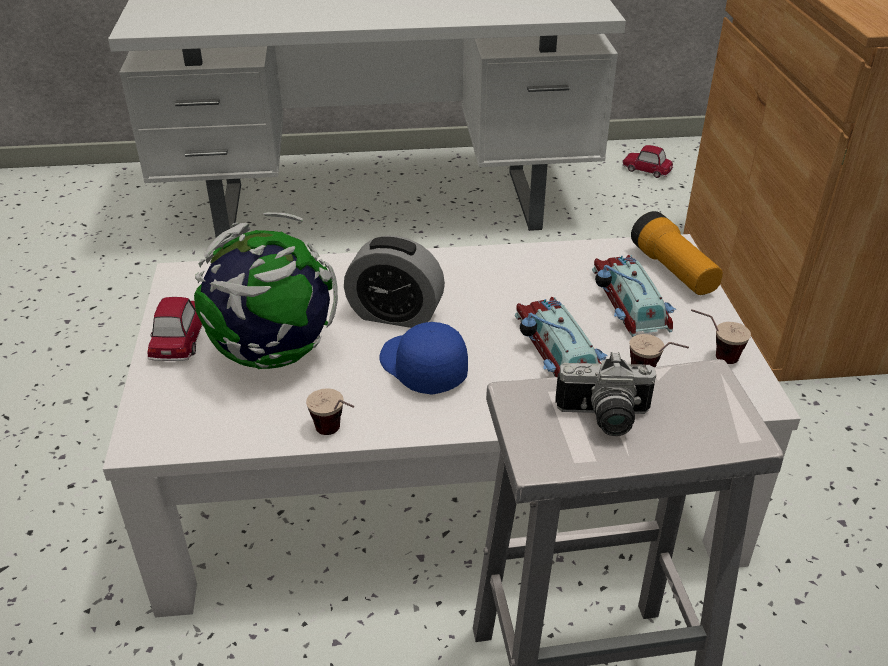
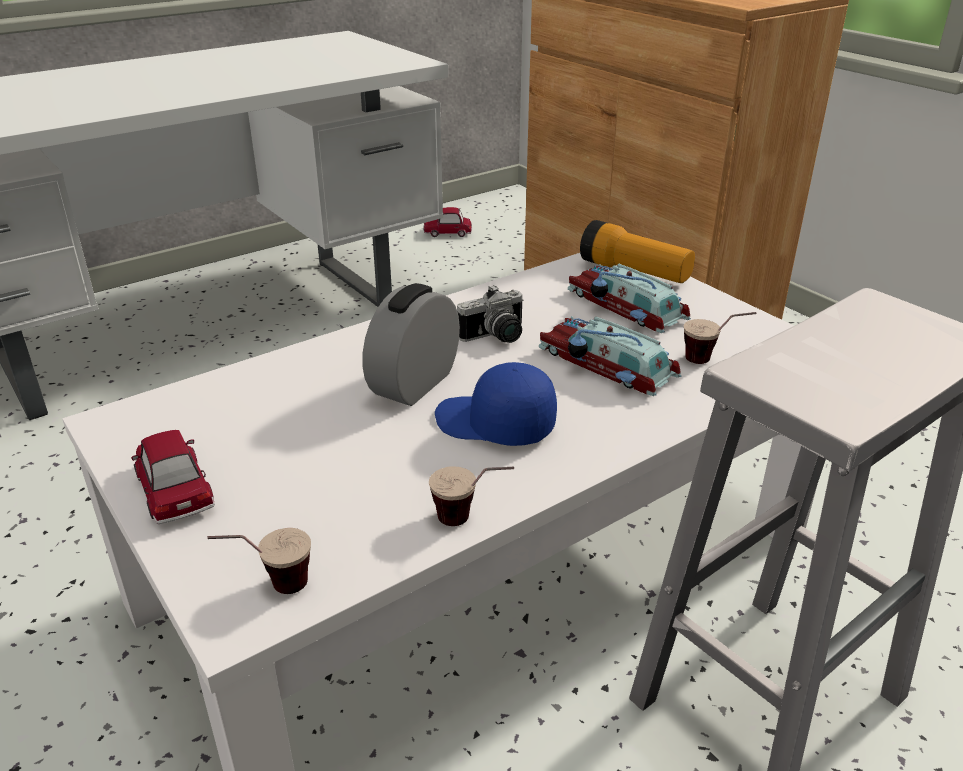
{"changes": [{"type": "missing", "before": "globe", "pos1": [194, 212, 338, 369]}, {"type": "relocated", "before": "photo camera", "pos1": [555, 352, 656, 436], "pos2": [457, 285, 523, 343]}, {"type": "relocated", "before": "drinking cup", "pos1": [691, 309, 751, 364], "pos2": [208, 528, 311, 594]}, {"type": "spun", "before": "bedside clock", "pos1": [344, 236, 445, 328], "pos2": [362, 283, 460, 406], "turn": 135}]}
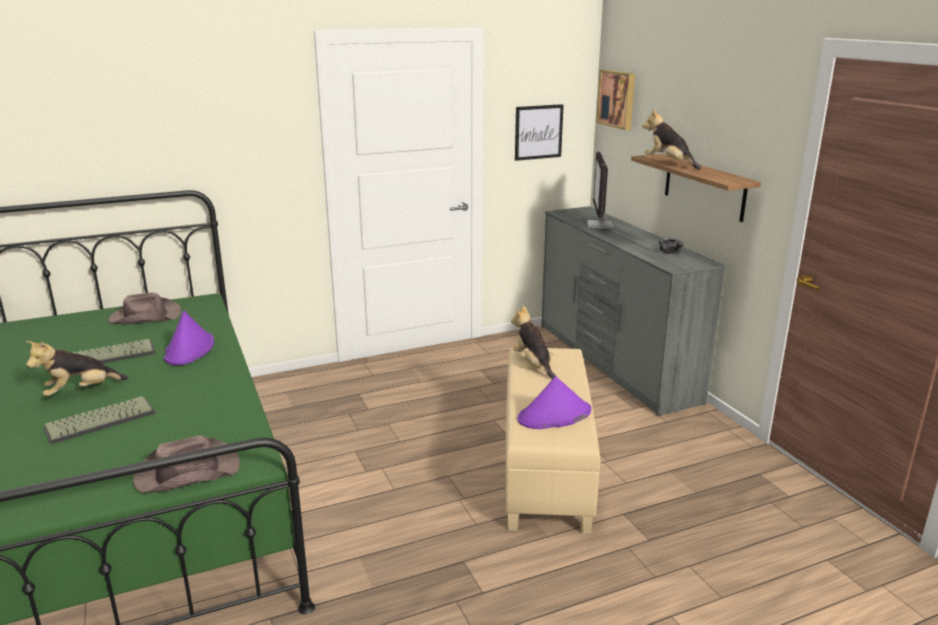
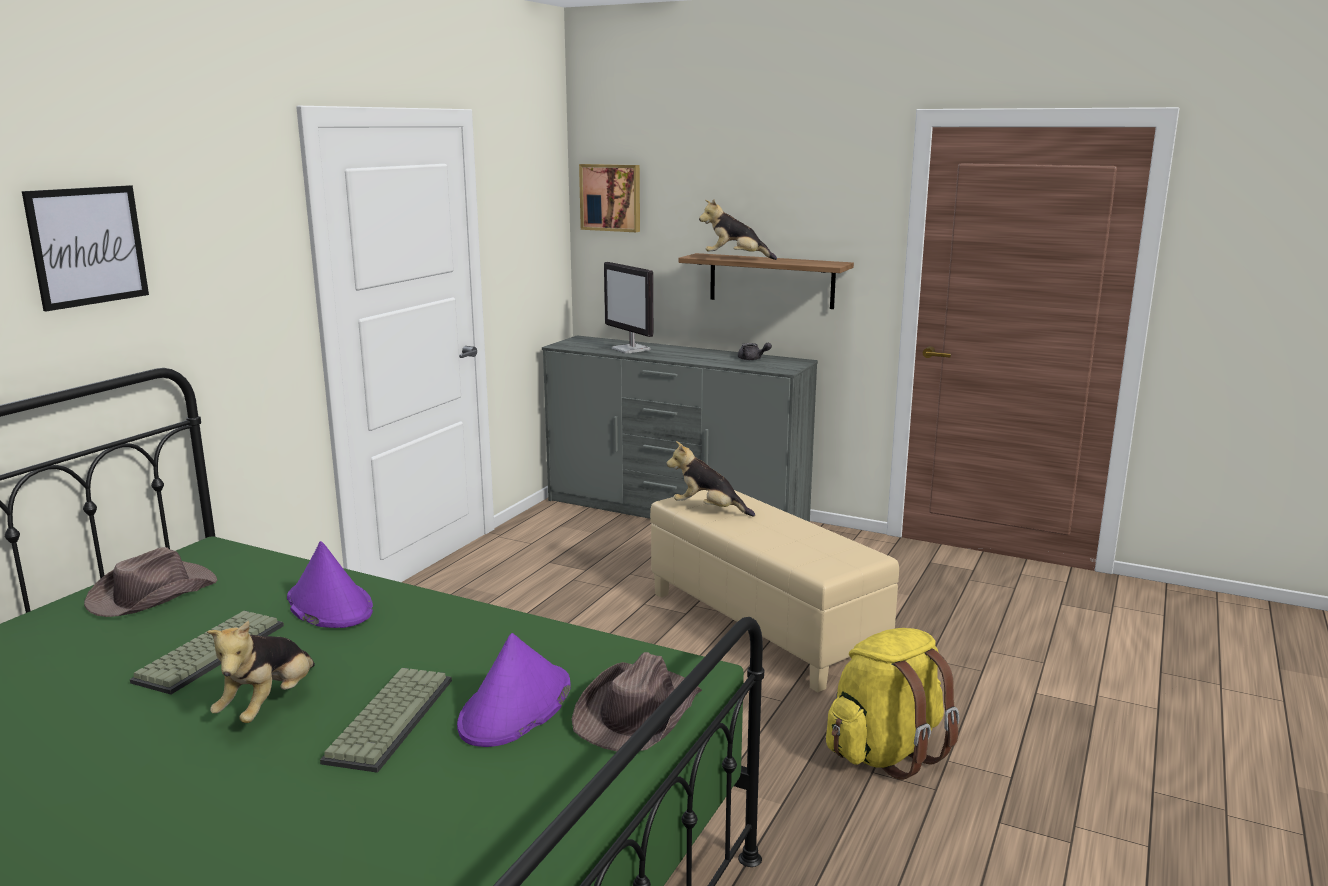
{"changes": [{"type": "appeared", "after": "yellow knapsack", "pos2": [826, 628, 959, 780]}, {"type": "relocated", "before": "wall art", "pos1": [515, 104, 564, 161], "pos2": [22, 185, 149, 311]}, {"type": "relocated", "before": "purple-coloured wearable hat", "pos1": [518, 376, 591, 429], "pos2": [457, 633, 570, 747]}]}
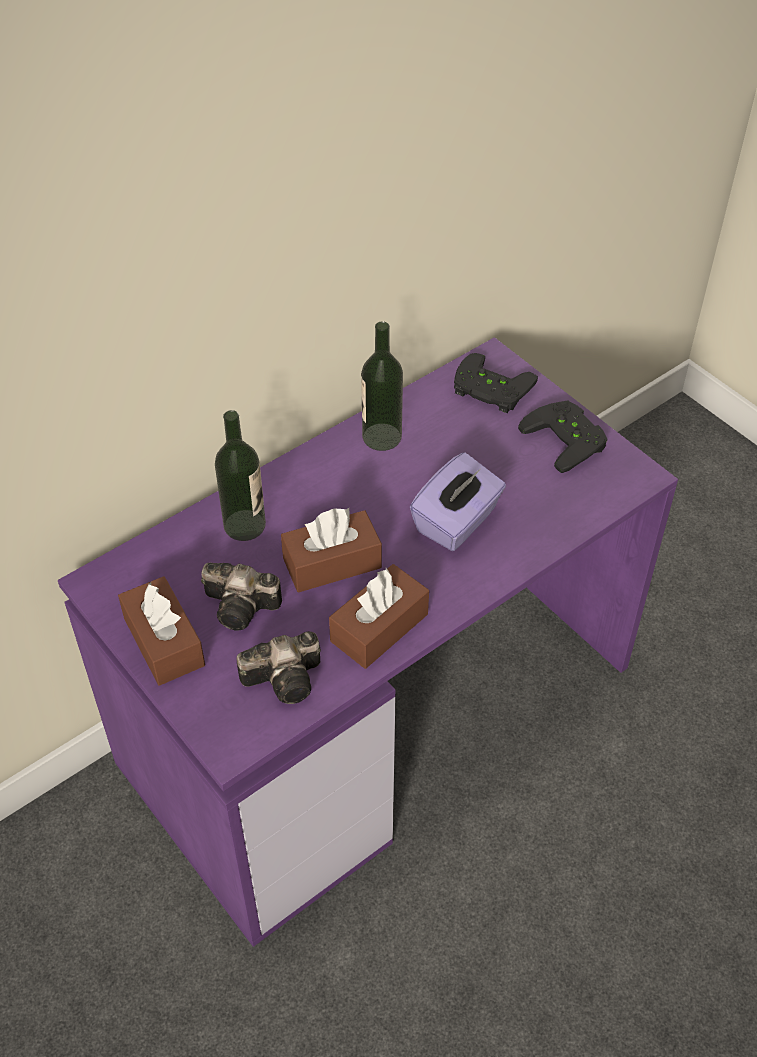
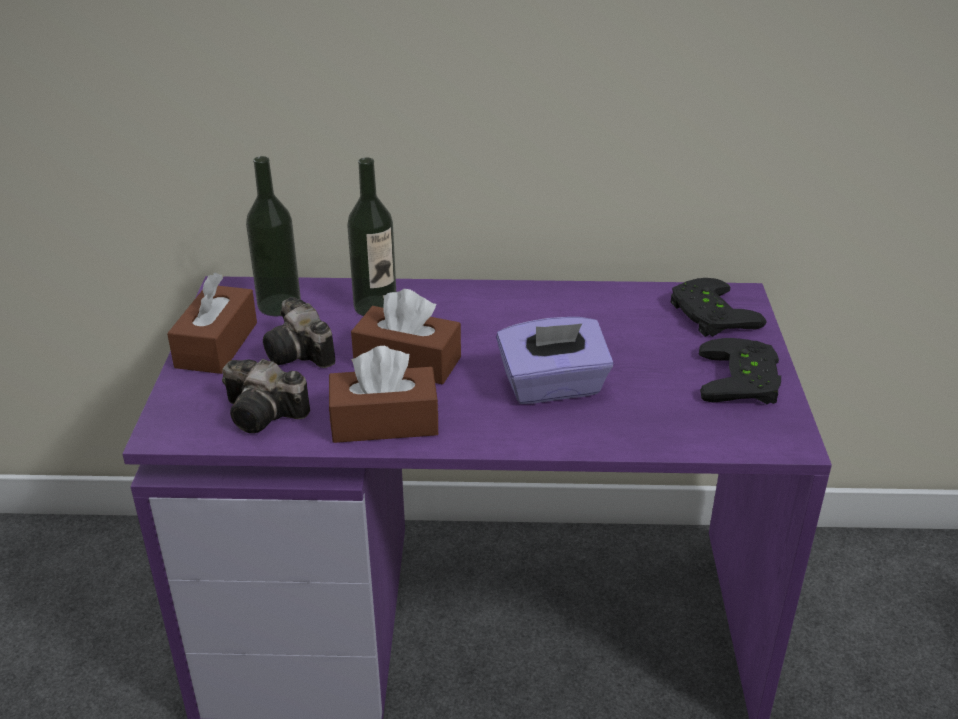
{"changes": [{"type": "relocated", "before": "beverage bottle", "pos1": [361, 321, 403, 451], "pos2": [246, 156, 301, 316]}]}
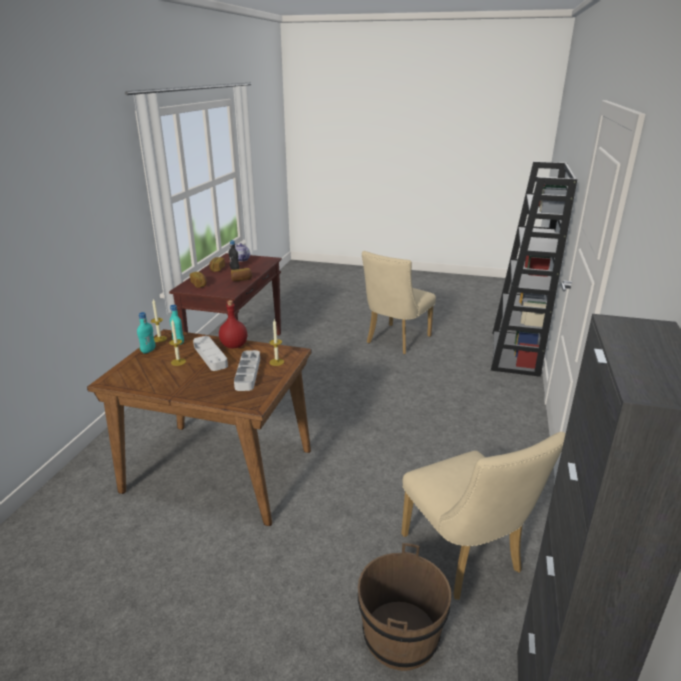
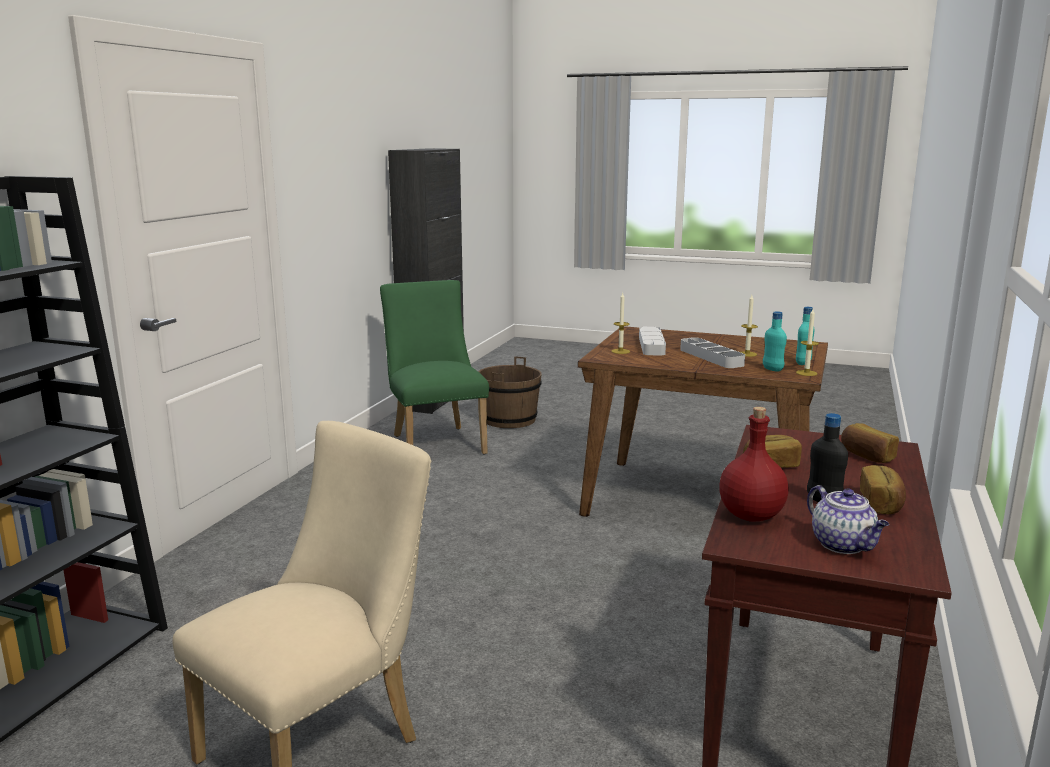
{"changes": [{"type": "relocated", "before": "red beverage bottle", "pos1": [219, 300, 247, 349], "pos2": [719, 407, 788, 521]}, {"type": "colour", "before": "beige-coloured chair", "after": "green-coloured chair", "pos1": [401, 432, 566, 600], "pos2": [380, 280, 489, 455]}]}
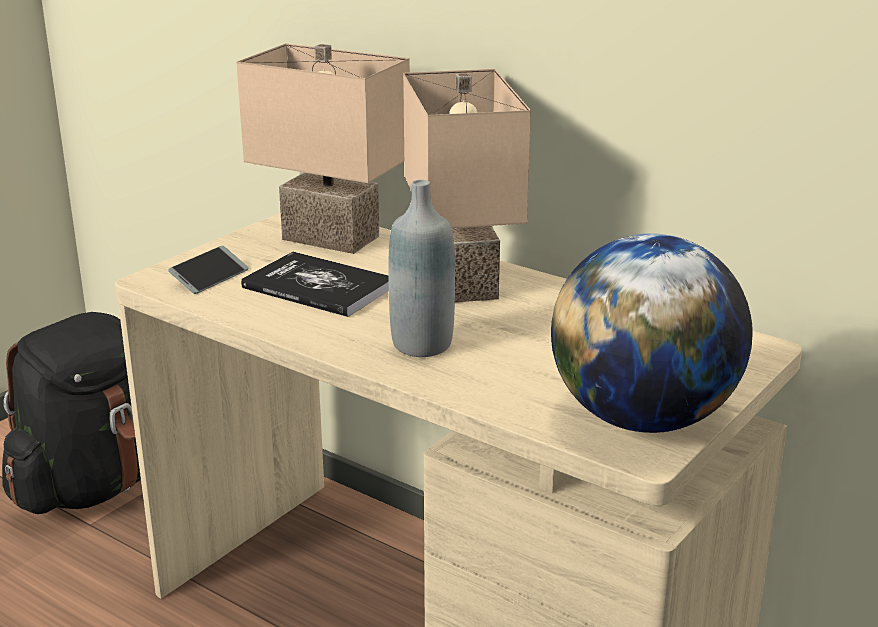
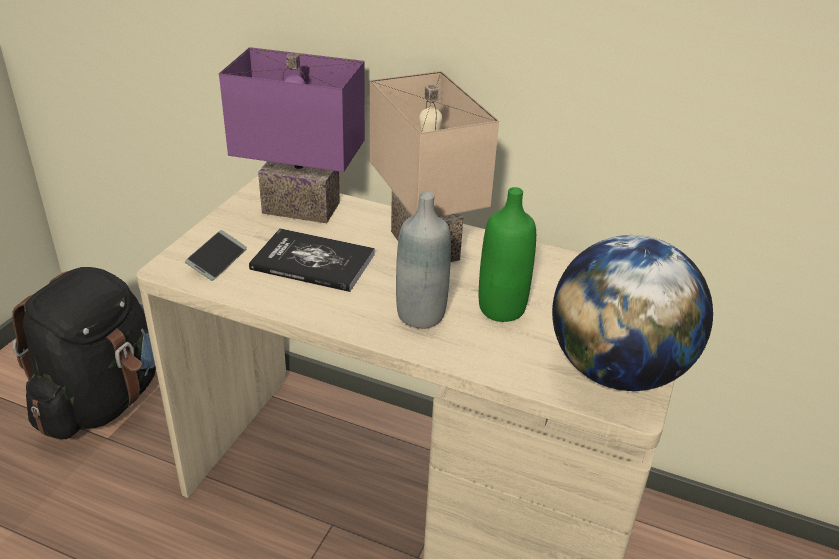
{"changes": [{"type": "appeared", "after": "green-coloured beverage bottle", "pos2": [479, 187, 536, 322]}, {"type": "colour", "before": "beige-coloured tabletop lamp", "after": "purple-coloured tabletop lamp", "pos1": [236, 43, 410, 254], "pos2": [219, 47, 365, 223]}]}
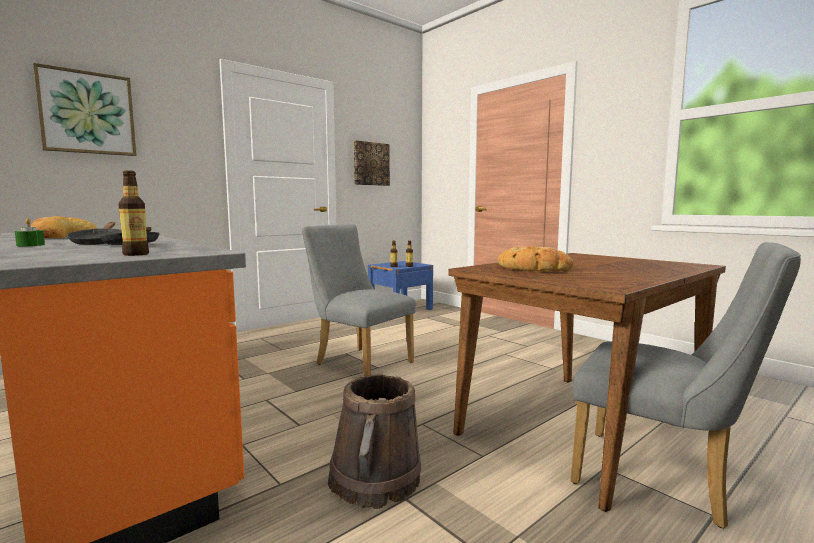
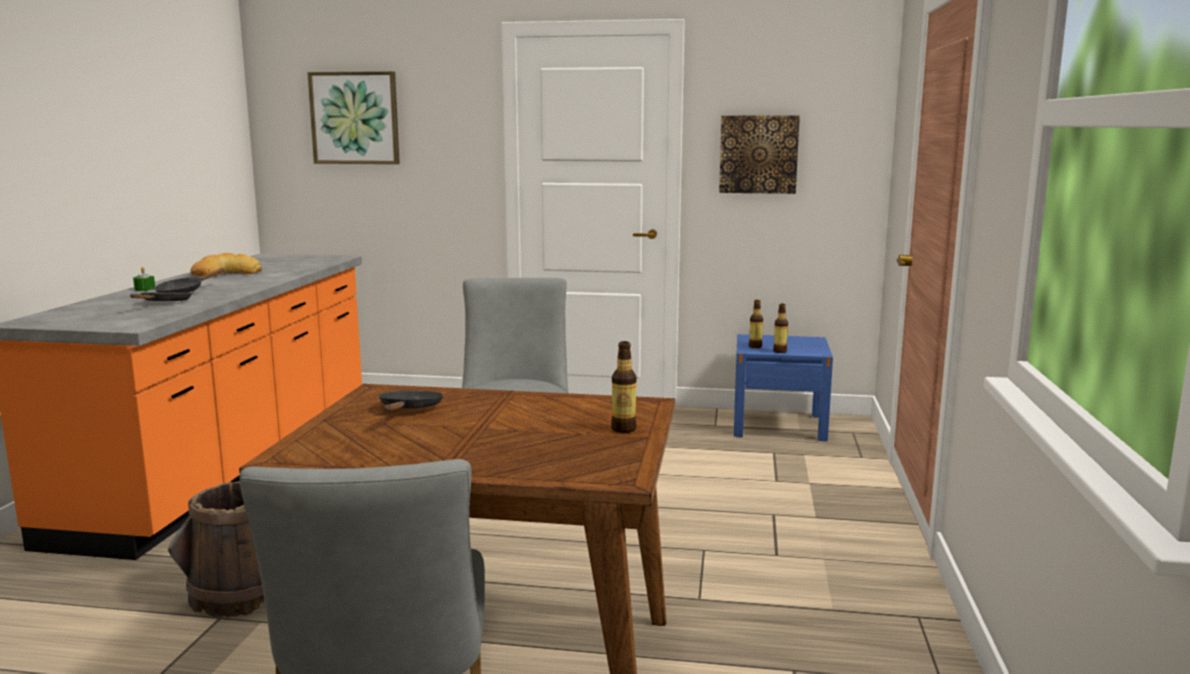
{"changes": [{"type": "relocated", "before": "beverage bottle", "pos1": [118, 170, 149, 256], "pos2": [611, 341, 637, 433]}, {"type": "exchanged", "before": "bakery bread", "after": "blackish pan", "pos1": [498, 246, 574, 271], "pos2": [379, 391, 443, 411]}]}
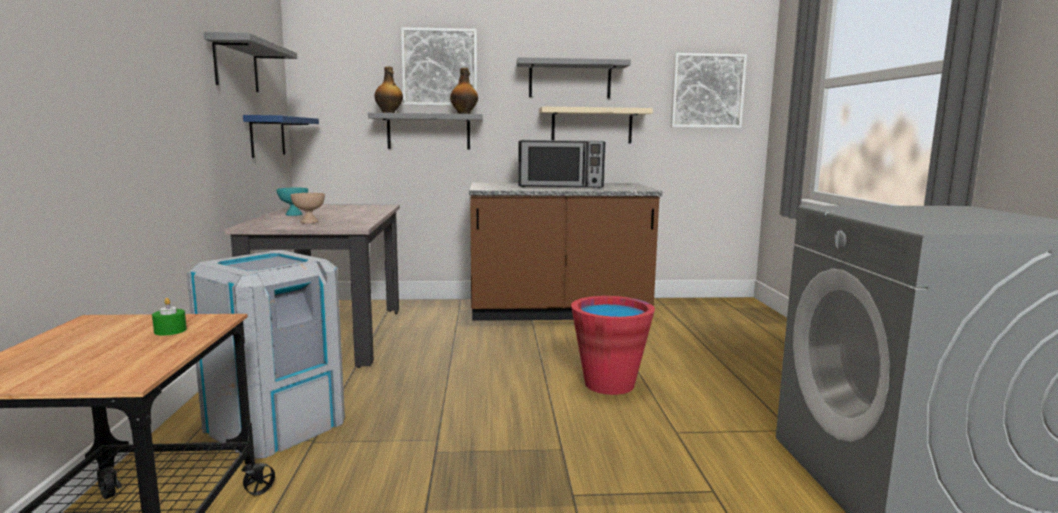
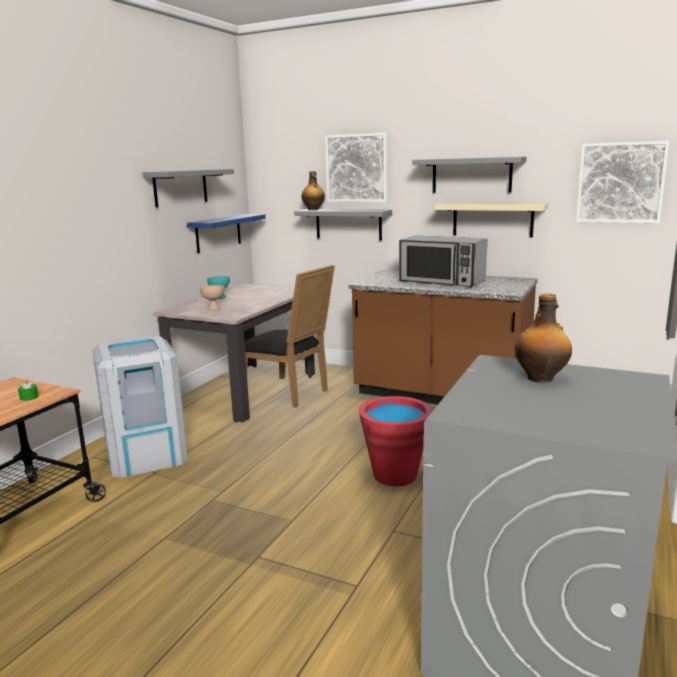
{"changes": [{"type": "appeared", "after": "blackish chair", "pos2": [244, 265, 335, 407]}, {"type": "relocated", "before": "beverage bottle", "pos1": [450, 68, 478, 114], "pos2": [515, 293, 572, 383]}]}
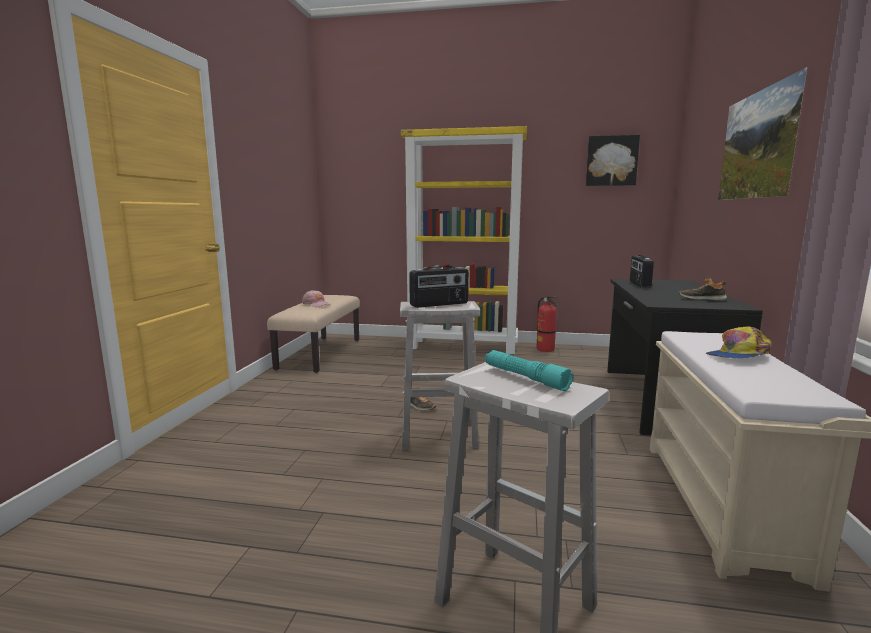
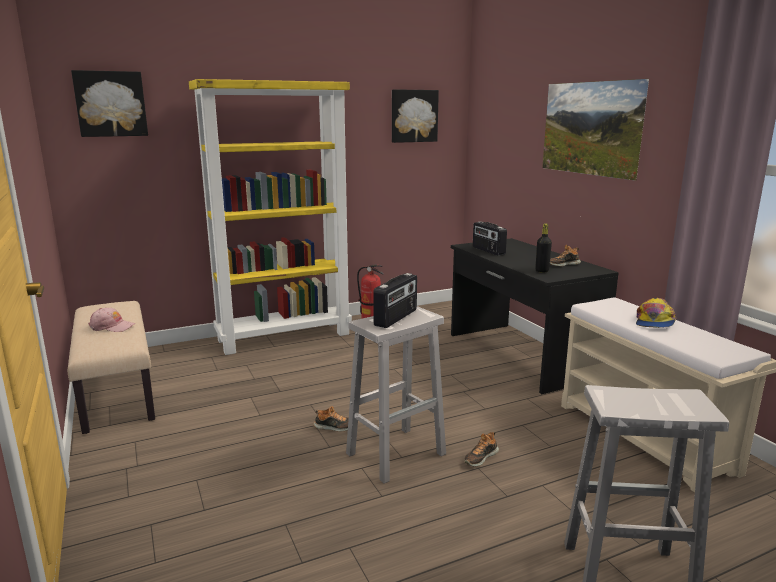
{"changes": [{"type": "missing", "before": "turquoise hand torch", "pos1": [485, 350, 573, 391]}, {"type": "appeared", "after": "wall art", "pos2": [71, 70, 148, 137]}, {"type": "appeared", "after": "low shoe", "pos2": [464, 432, 499, 466]}, {"type": "appeared", "after": "blackish beverage bottle", "pos2": [535, 223, 552, 273]}]}
